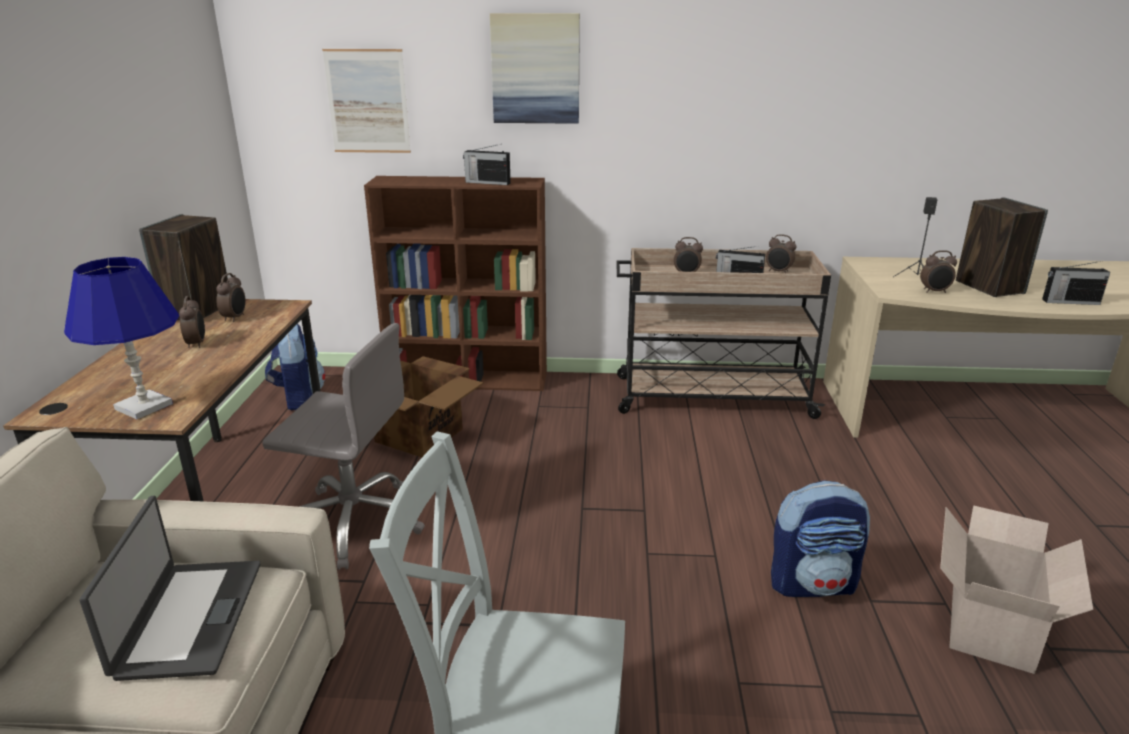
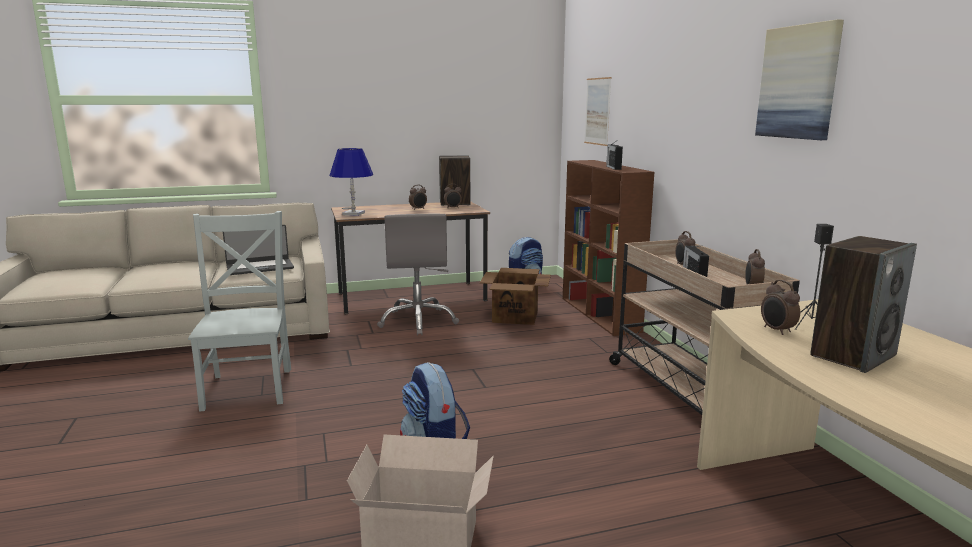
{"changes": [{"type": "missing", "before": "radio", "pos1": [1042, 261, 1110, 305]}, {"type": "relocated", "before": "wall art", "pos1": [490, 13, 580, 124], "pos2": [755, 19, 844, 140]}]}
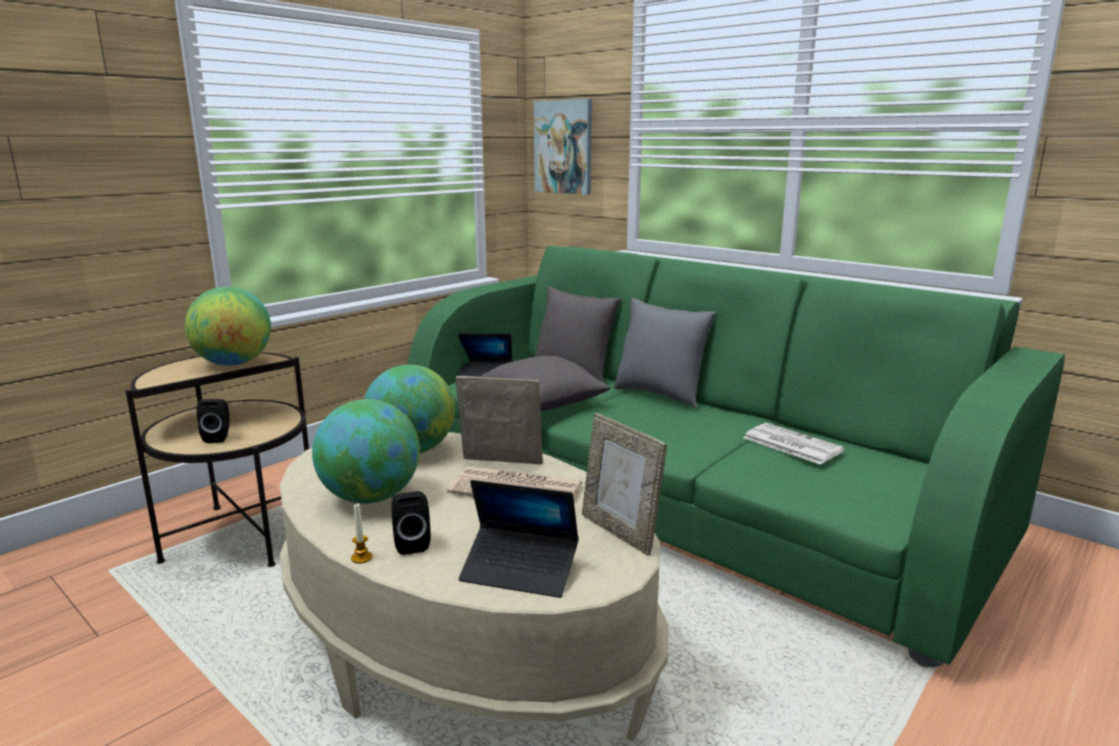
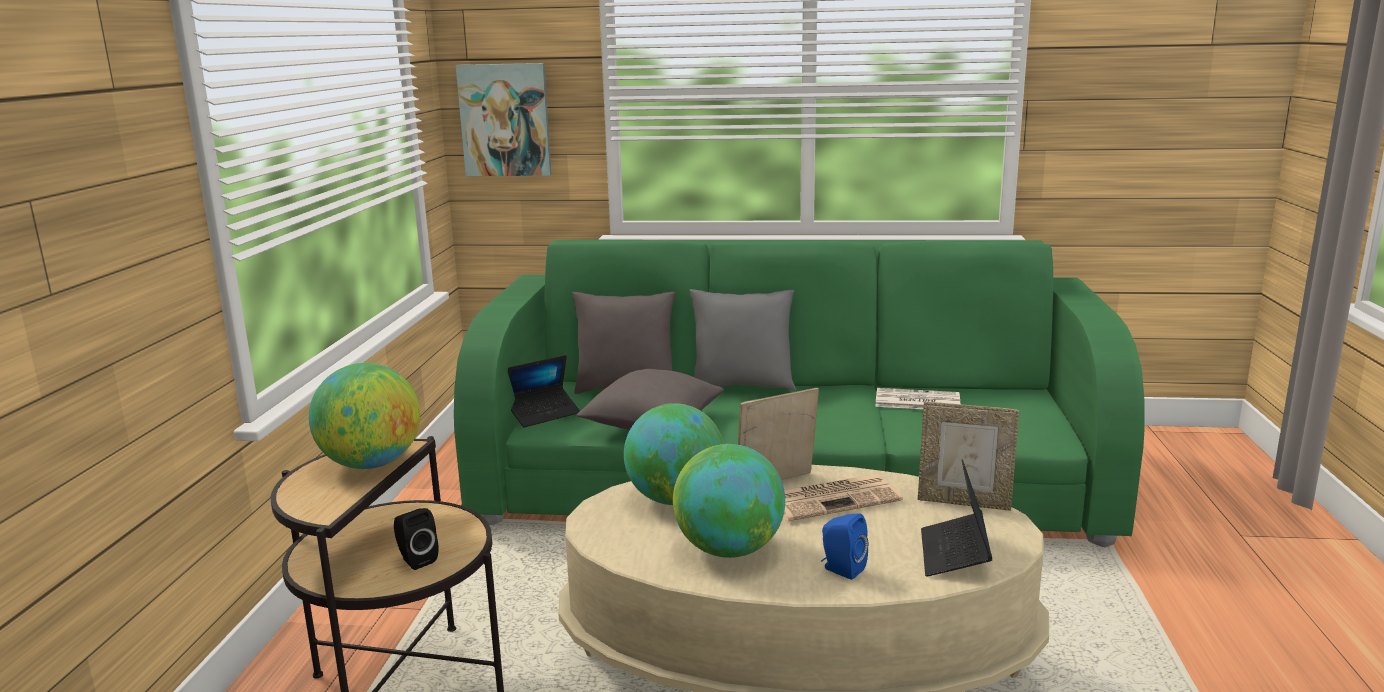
{"changes": [{"type": "missing", "before": "wax candle", "pos1": [351, 503, 372, 564]}, {"type": "colour", "before": "blackish loudspeaker", "after": "blue-coloured loudspeaker", "pos1": [392, 491, 431, 555], "pos2": [821, 513, 868, 580]}, {"type": "spun", "before": "portable computer", "pos1": [459, 480, 579, 598], "pos2": [921, 459, 992, 577], "turn": 120}]}
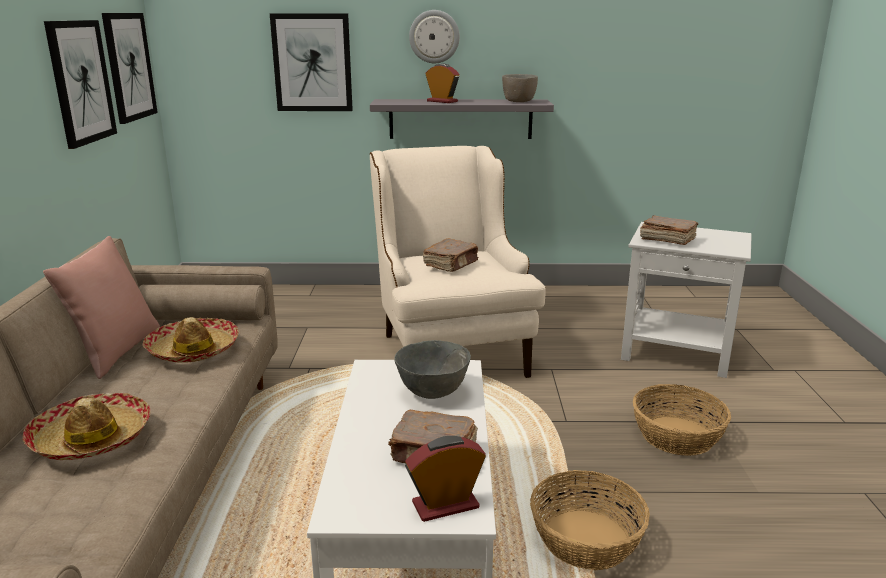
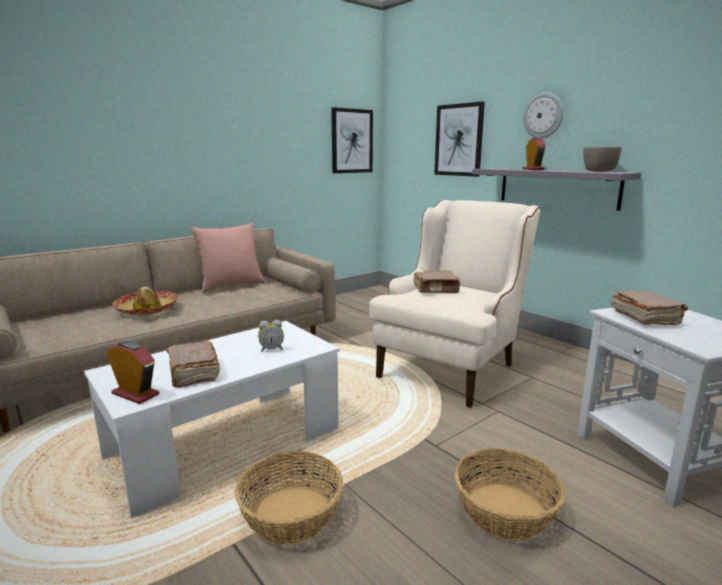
{"changes": [{"type": "missing", "before": "wall art", "pos1": [44, 20, 117, 149]}, {"type": "missing", "before": "wearable hat", "pos1": [143, 317, 239, 363]}, {"type": "exchanged", "before": "grey bowl", "after": "bedside clock", "pos1": [394, 340, 471, 399], "pos2": [258, 320, 284, 352]}]}
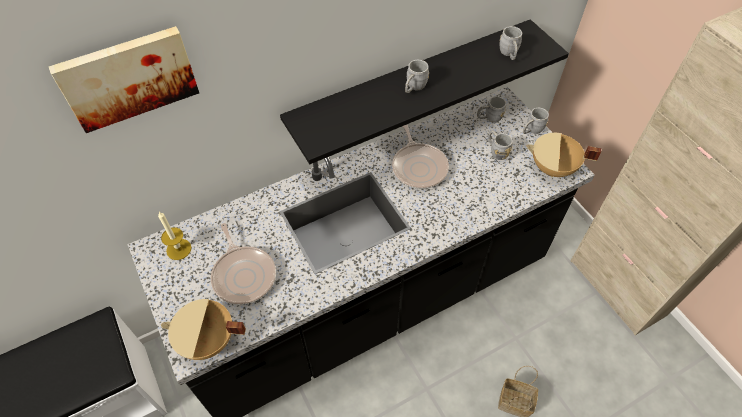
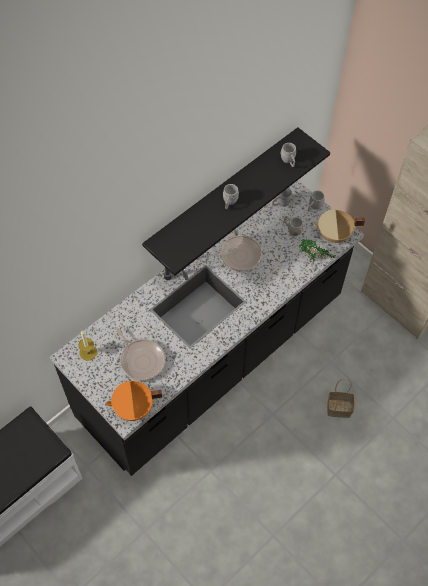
{"changes": [{"type": "missing", "before": "wall art", "pos1": [49, 26, 199, 133]}, {"type": "appeared", "after": "houseplant", "pos2": [299, 239, 335, 260]}, {"type": "colour", "before": "beige-coloured saucepot", "after": "orangey saucepot", "pos1": [161, 299, 246, 360], "pos2": [105, 381, 162, 421]}]}
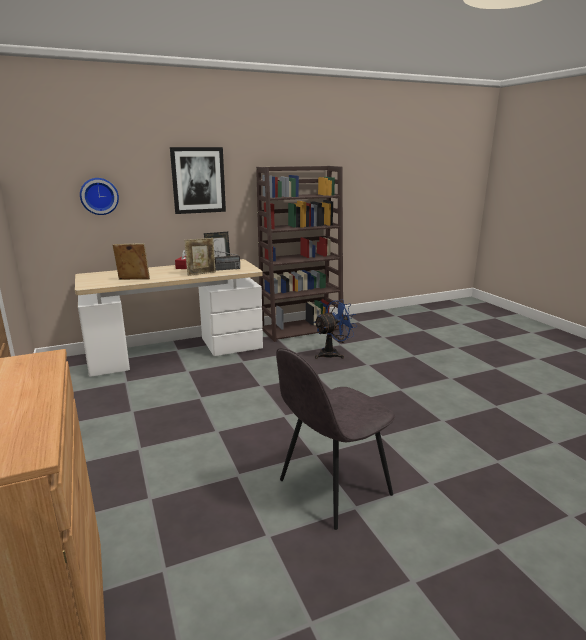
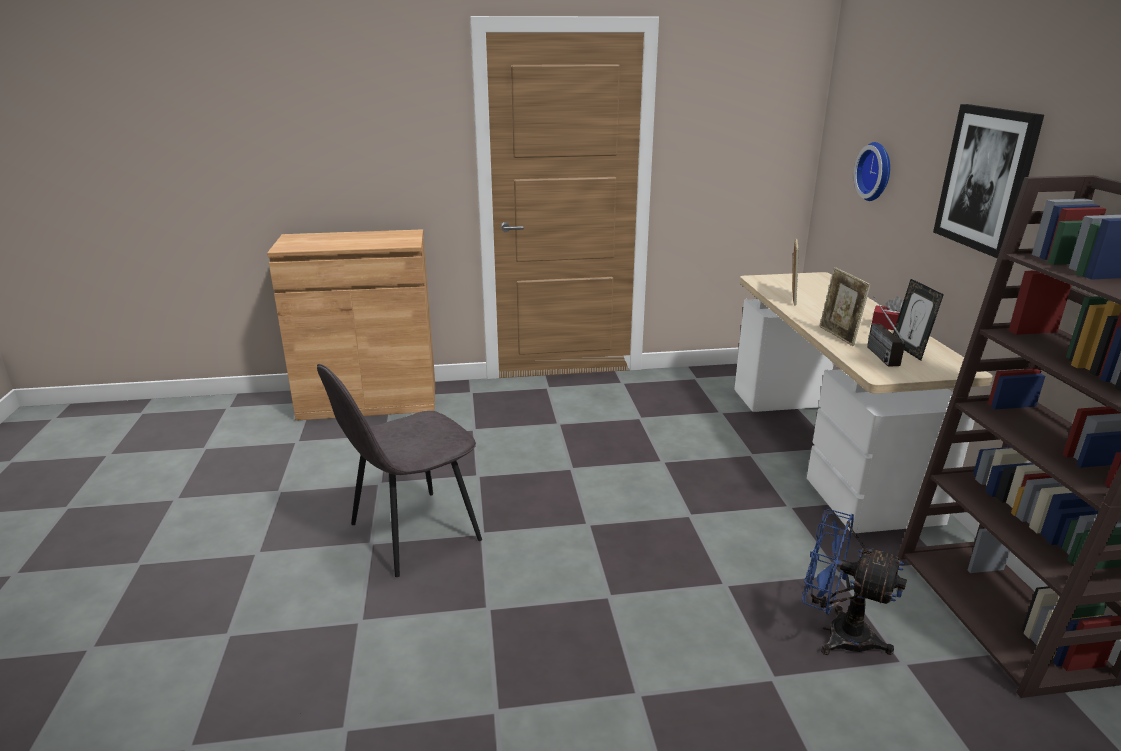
{"changes": [{"type": "spun", "before": "grey chair", "pos1": [276, 348, 395, 530], "pos2": [317, 364, 482, 577], "turn": -105}, {"type": "spun", "before": "blue-coloured cooling fan", "pos1": [314, 299, 358, 359], "pos2": [802, 509, 907, 655], "turn": 135}]}
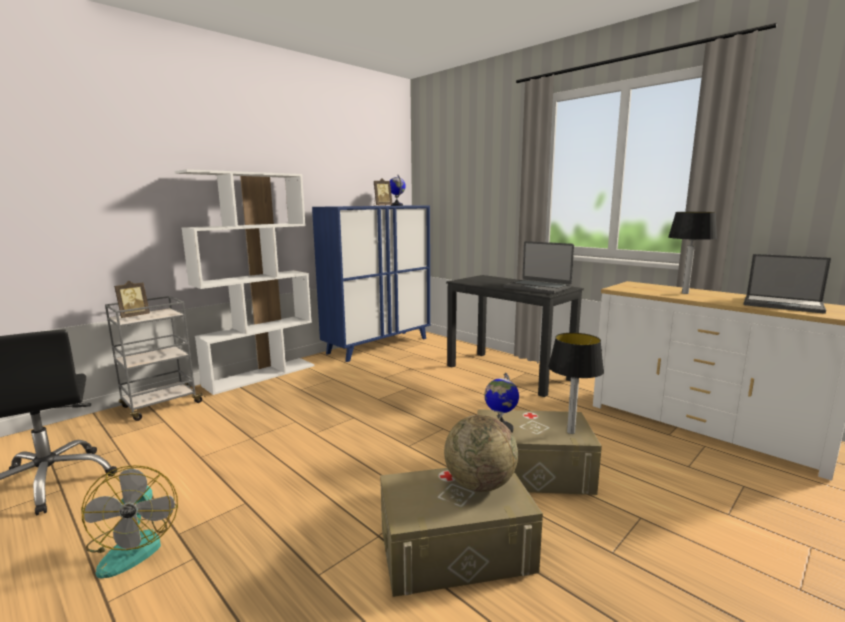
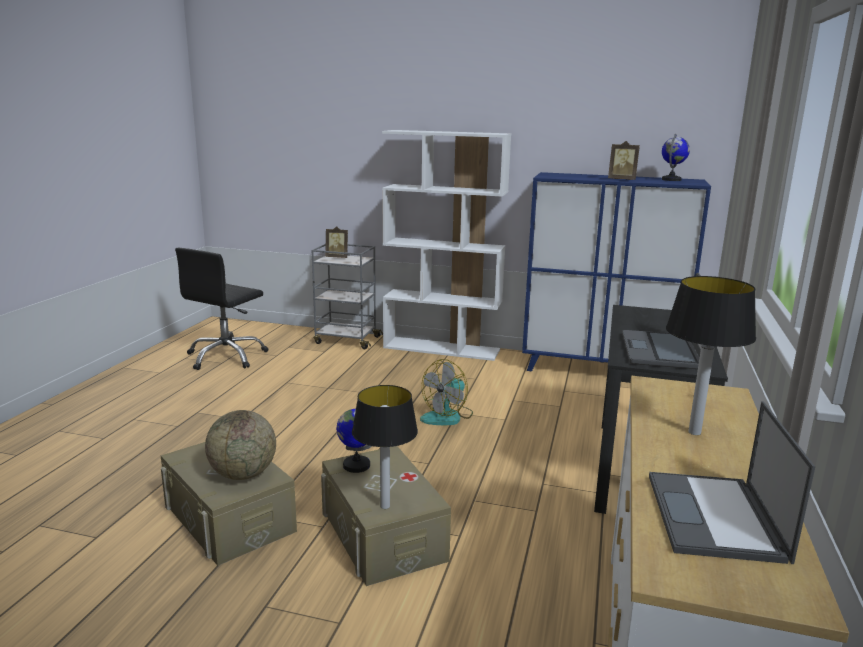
{"changes": [{"type": "relocated", "before": "cooling fan", "pos1": [81, 465, 178, 579], "pos2": [420, 359, 473, 426]}]}
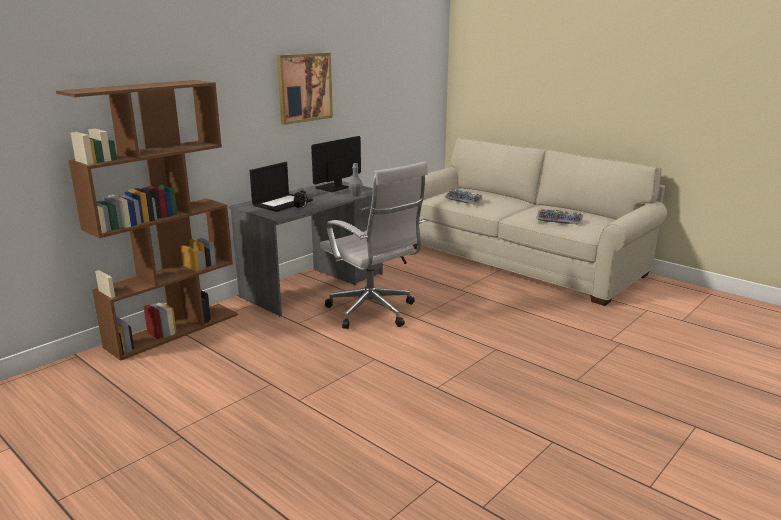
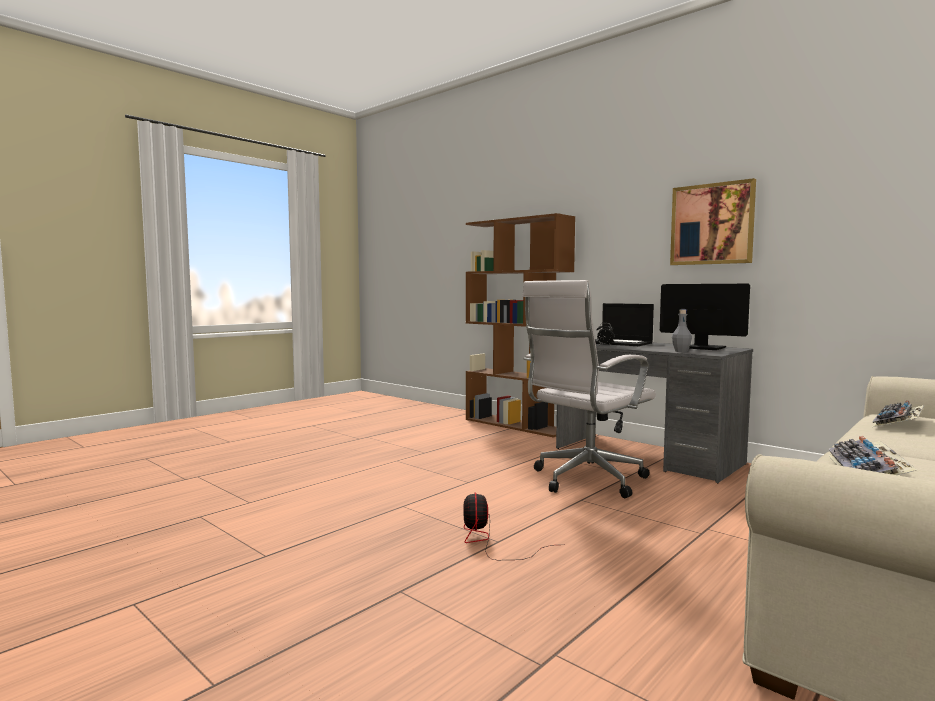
{"changes": [{"type": "appeared", "after": "cooling fan", "pos2": [464, 492, 553, 560]}]}
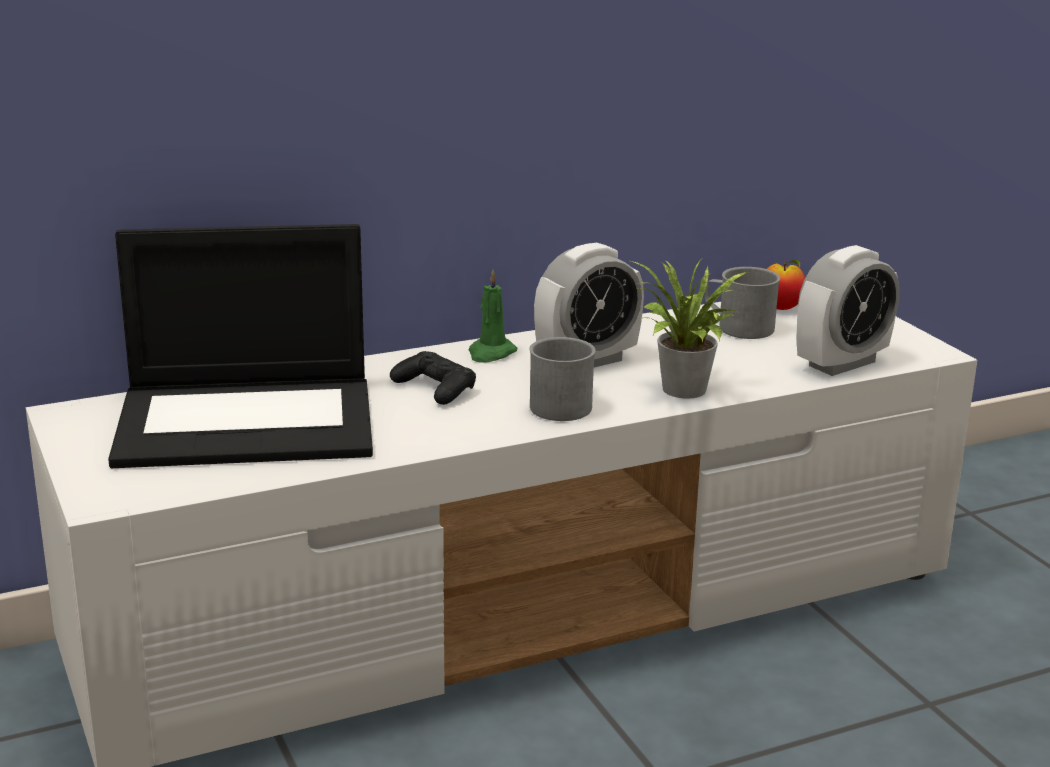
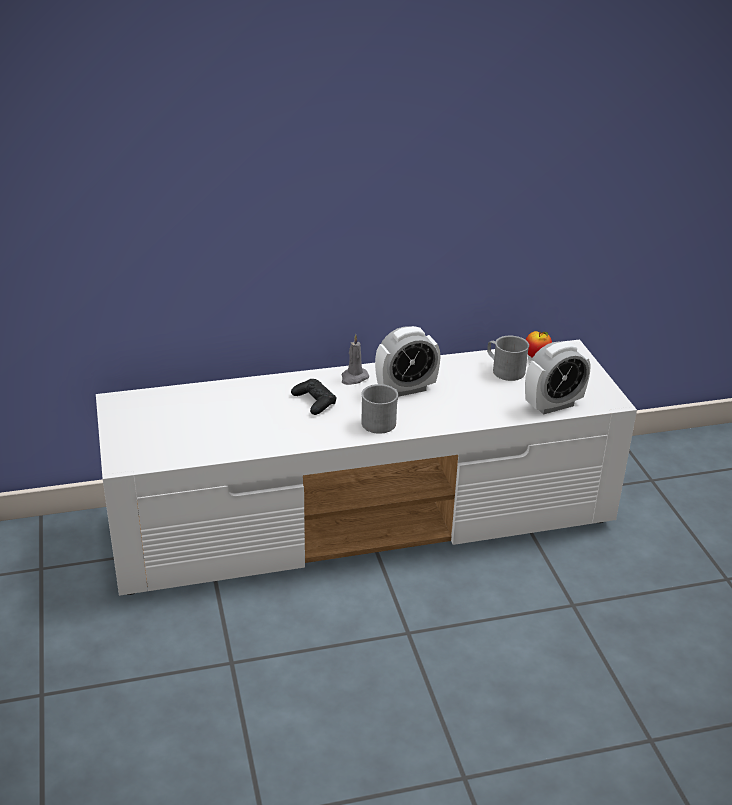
{"changes": [{"type": "missing", "before": "portable computer", "pos1": [108, 224, 373, 468]}, {"type": "missing", "before": "houseplant", "pos1": [630, 260, 747, 399]}, {"type": "colour", "before": "green-coloured wax candle", "after": "grey wax candle", "pos1": [469, 270, 517, 363], "pos2": [342, 334, 369, 385]}]}
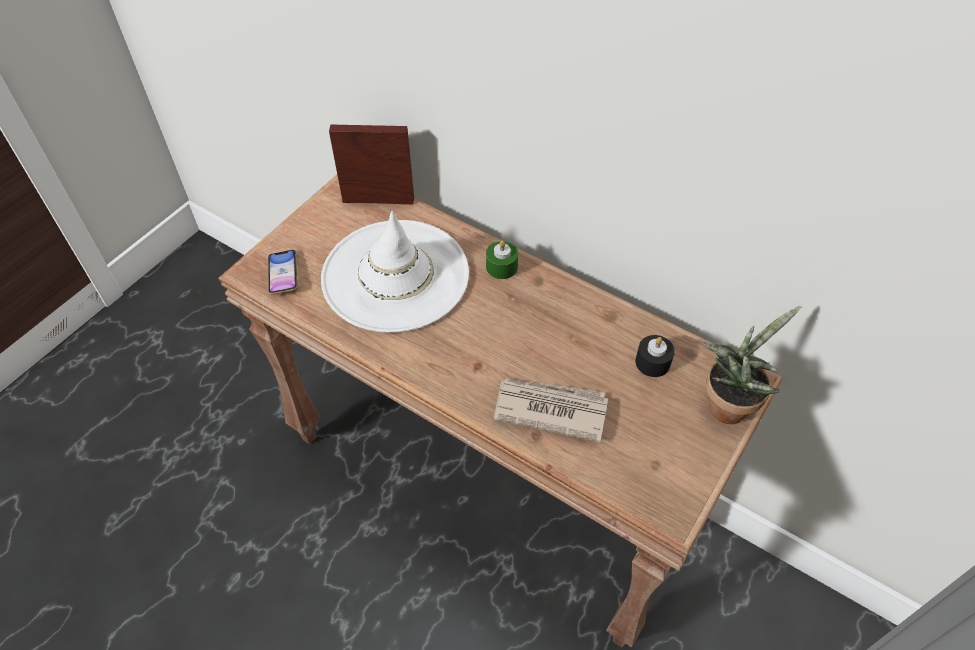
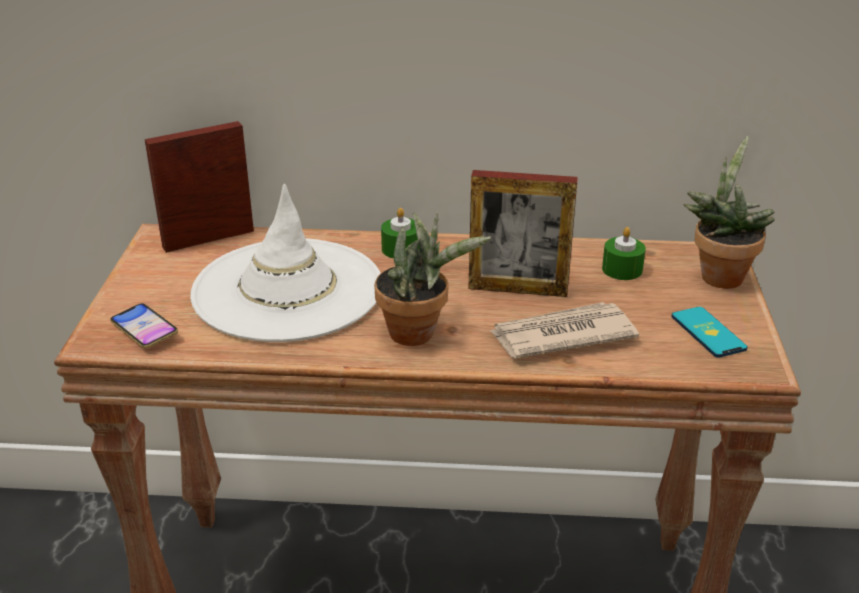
{"changes": [{"type": "appeared", "after": "houseplant", "pos2": [374, 212, 491, 346]}, {"type": "appeared", "after": "standing frame", "pos2": [468, 170, 578, 297]}, {"type": "appeared", "after": "phone", "pos2": [672, 307, 748, 358]}, {"type": "colour", "before": "blackish wax candle", "after": "green-coloured wax candle", "pos1": [635, 335, 675, 377], "pos2": [602, 227, 646, 280]}]}
